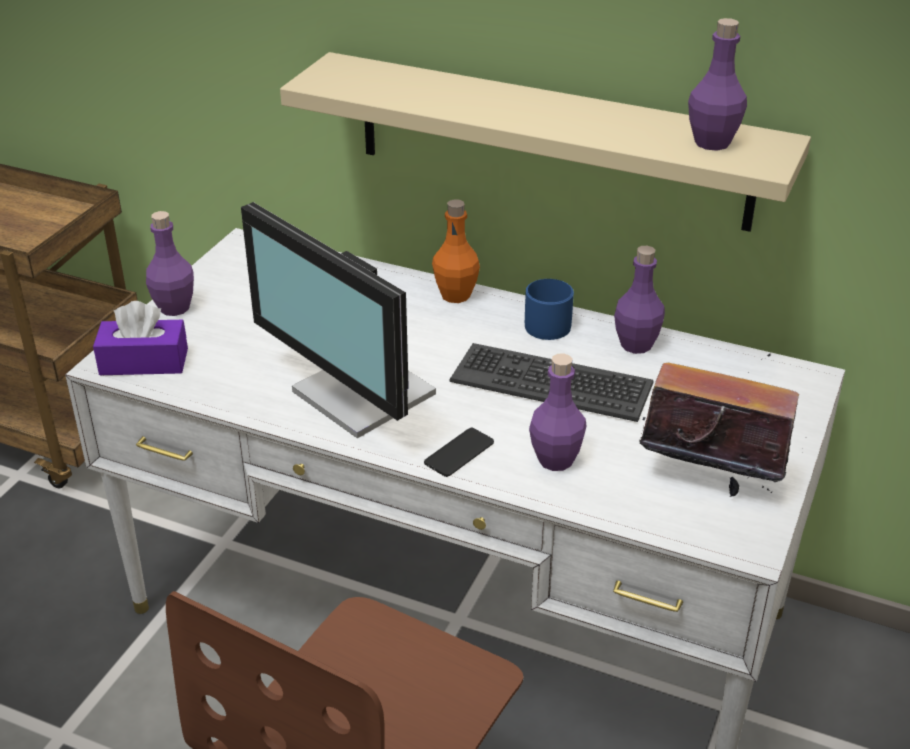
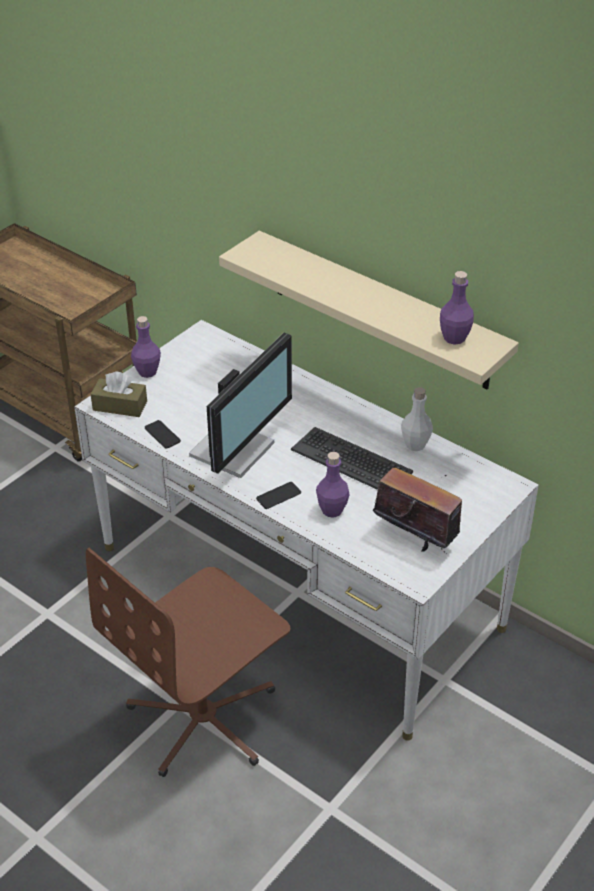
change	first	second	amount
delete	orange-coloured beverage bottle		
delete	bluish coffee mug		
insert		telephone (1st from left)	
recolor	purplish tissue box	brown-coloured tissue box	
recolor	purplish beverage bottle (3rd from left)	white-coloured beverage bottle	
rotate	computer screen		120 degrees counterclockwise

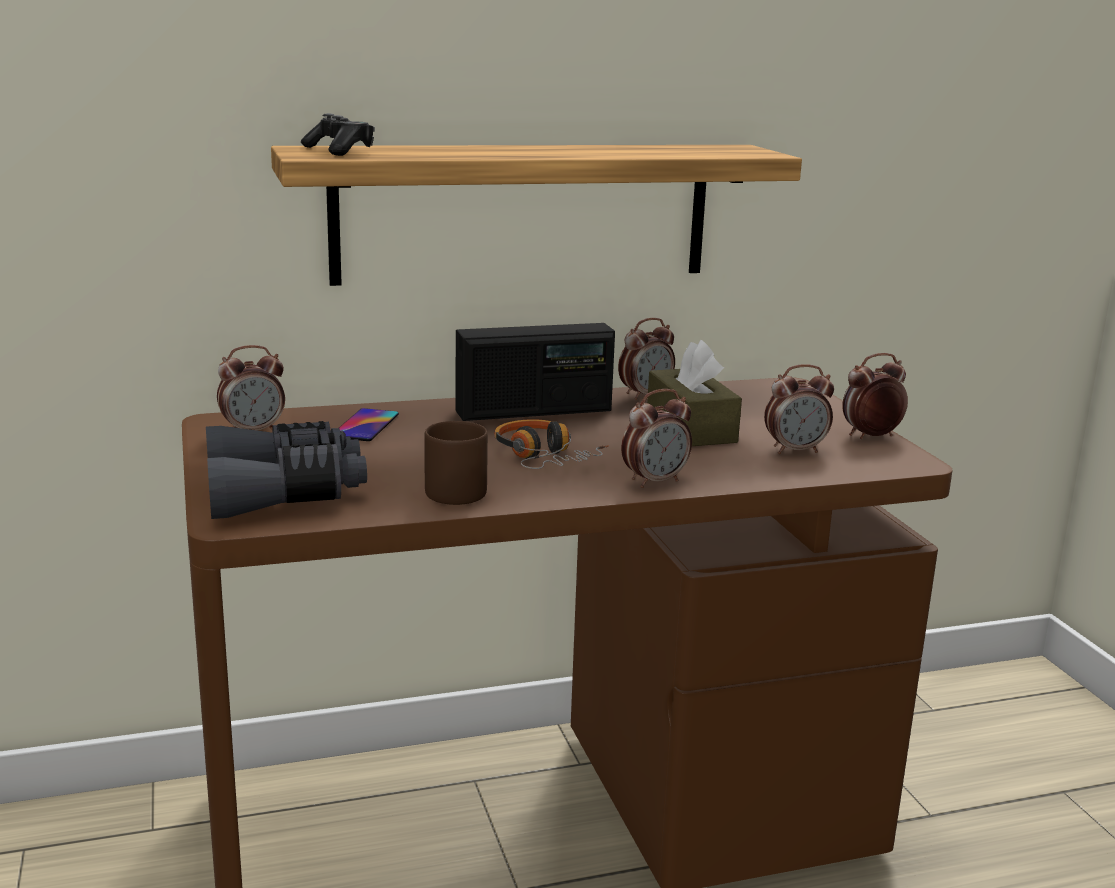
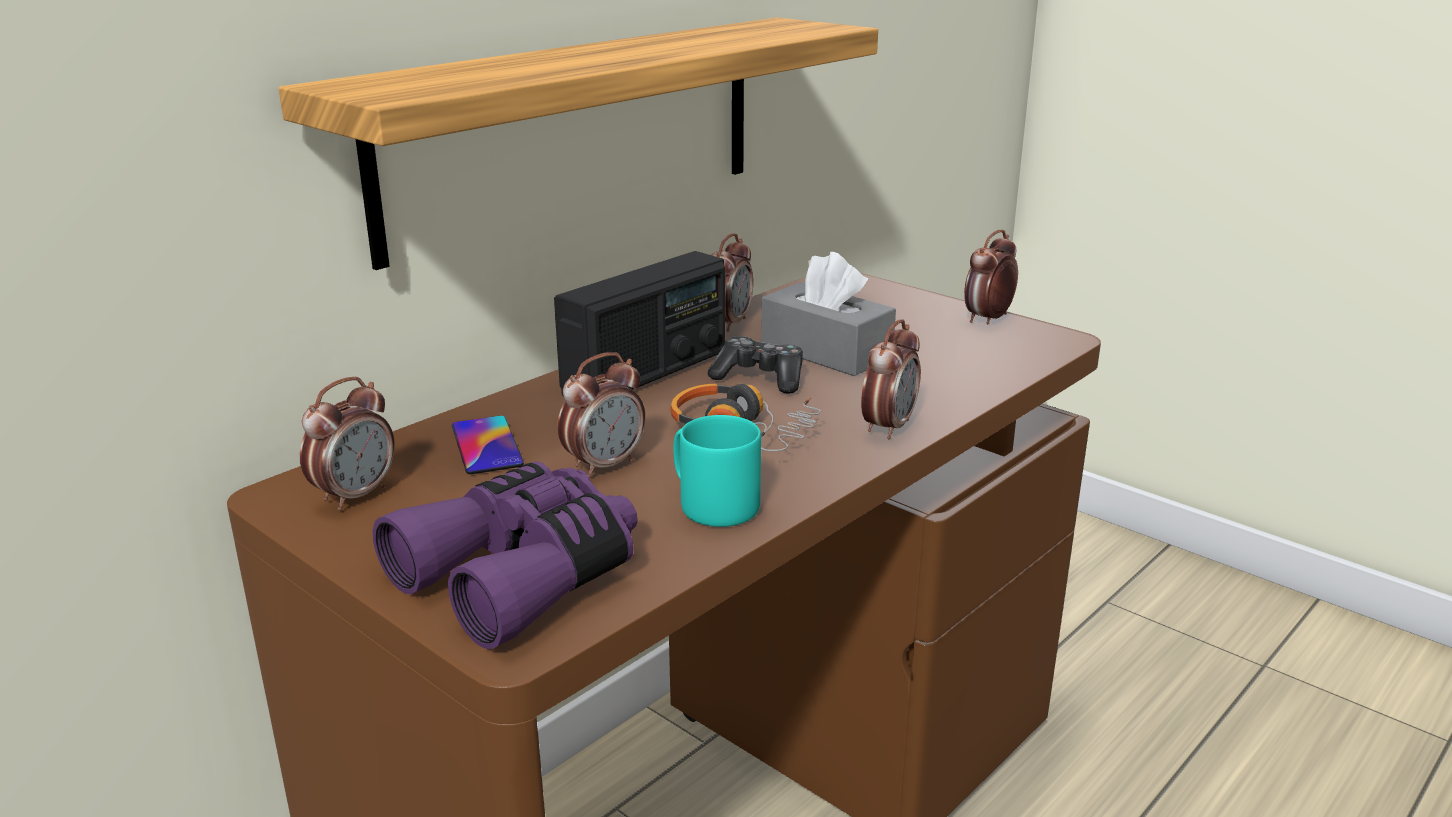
change	first	second	amount
move	gamepad		
move	table clock (4th from left in the first image)	table clock (2nd from left)	
recolor	grey pair of binoculars	purplish pair of binoculars	
recolor	brown-coloured coffee mug	turquoise-coloured coffee mug	
recolor	brown-coloured tissue box	grey tissue box	

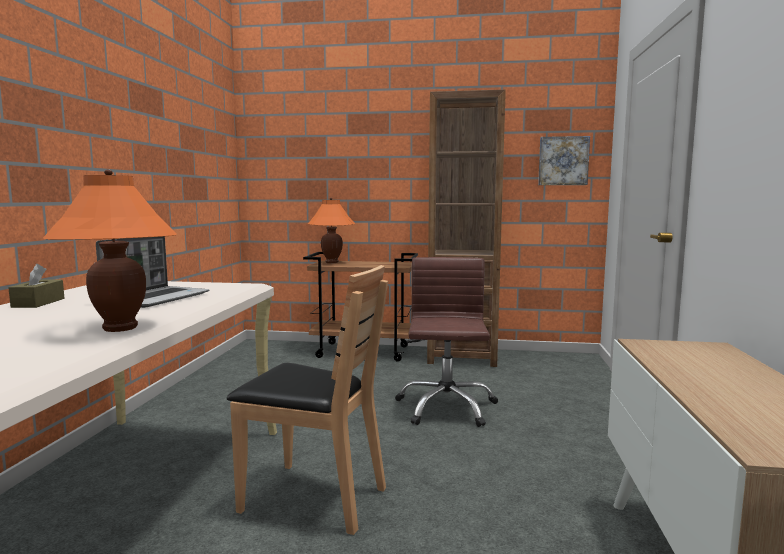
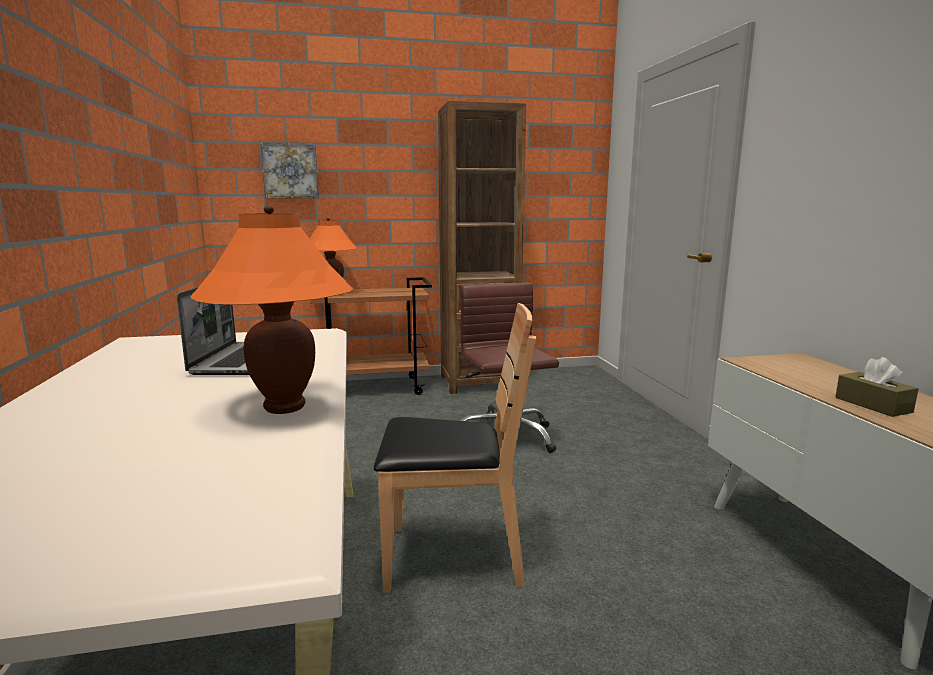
change	first	second	amount
move	brown-coloured tissue box		
move	wall picture		

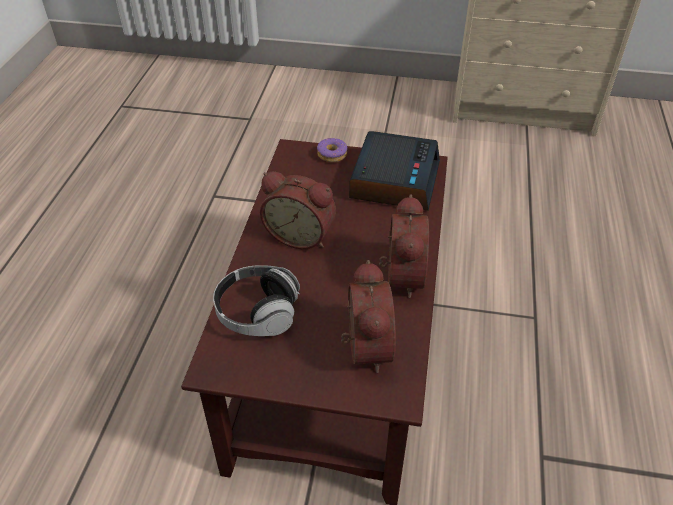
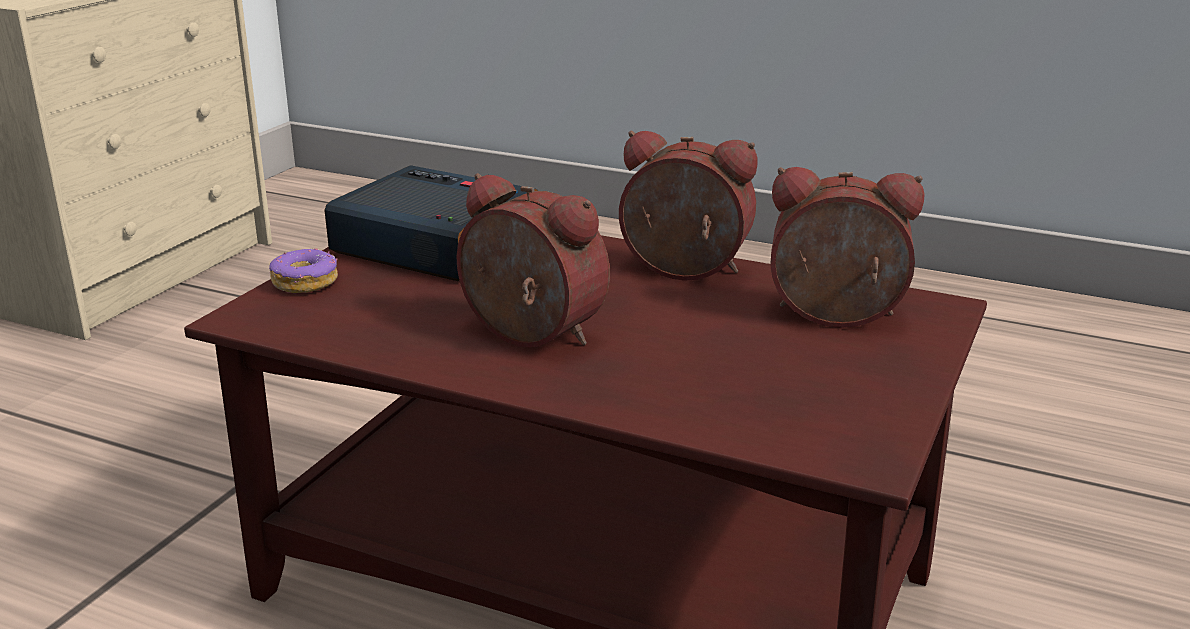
change	first	second	amount
delete	pair of headphones		
rotate	table clock (1st from left in the first image)	table clock (2nd from left)	90 degrees counterclockwise

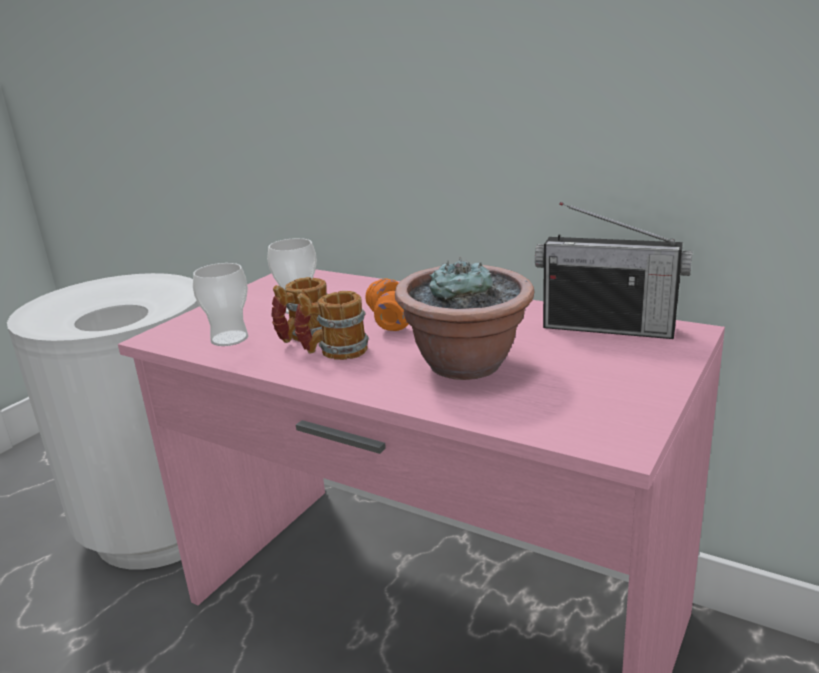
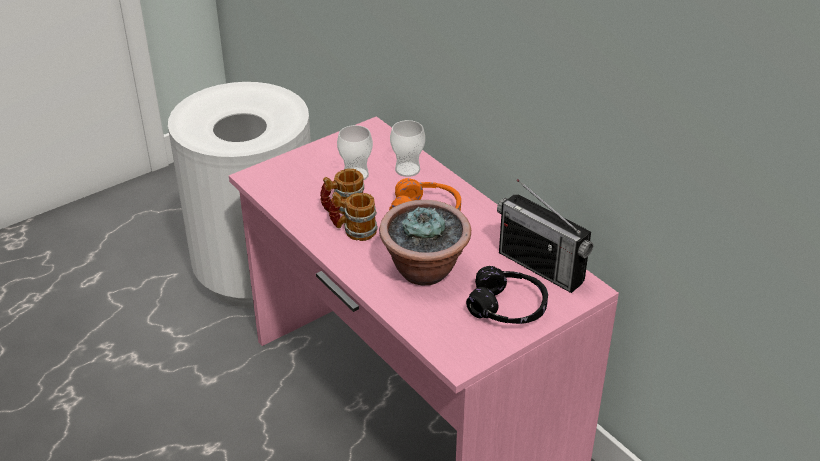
change	first	second	amount
insert		black-coloured pair of headphones	
move	small cup (1st from left in the first image)	small cup (2nd from left)	

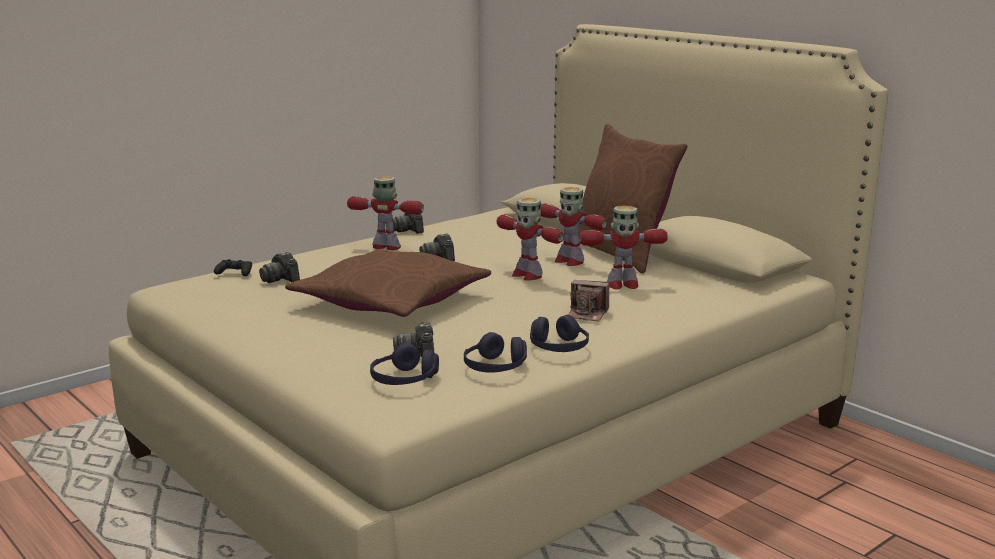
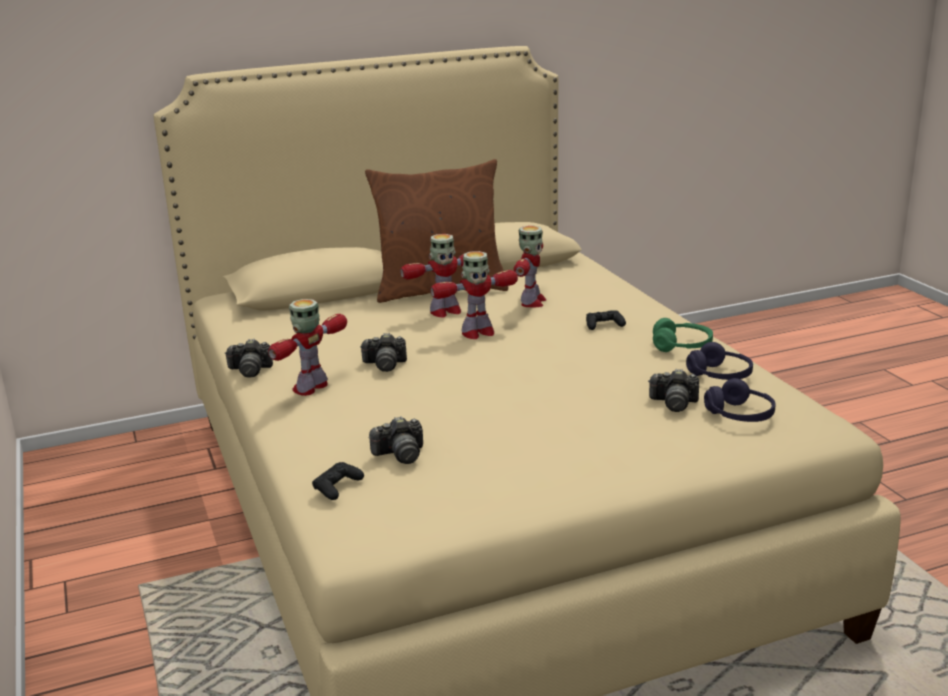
change	first	second	amount
delete	brown-coloured cushion (1st from left)		
replace	photo camera (5th from left)	black-coloured gamepad (2nd from left)	
recolor	purplish pair of headphones (3rd from left)	greenish pair of headphones	

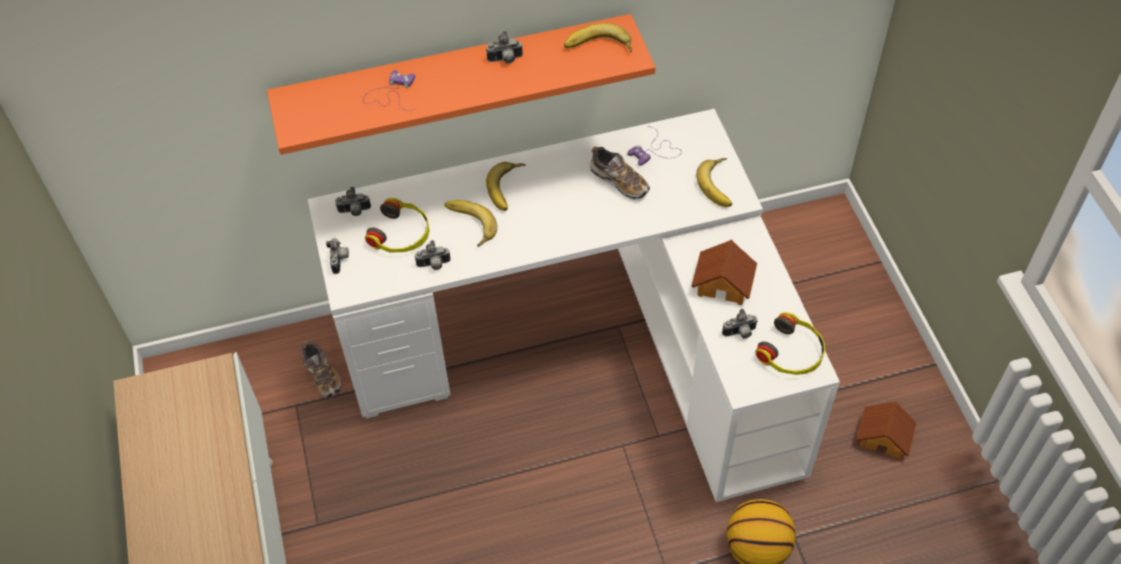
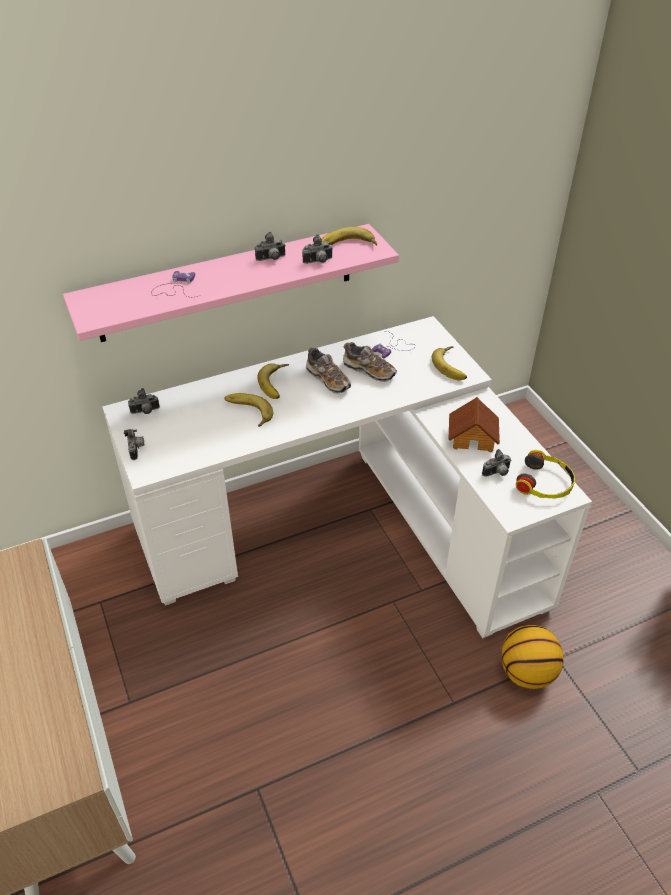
change	first	second	amount
delete	pair of headphones (1st from left)		
delete	toy house (2nd from left)		
move	shoe (1st from left)		
move	photo camera (3rd from left in the first image)	photo camera (4th from left)	
recolor	orange-coloured bracket shelf	pink bracket shelf	

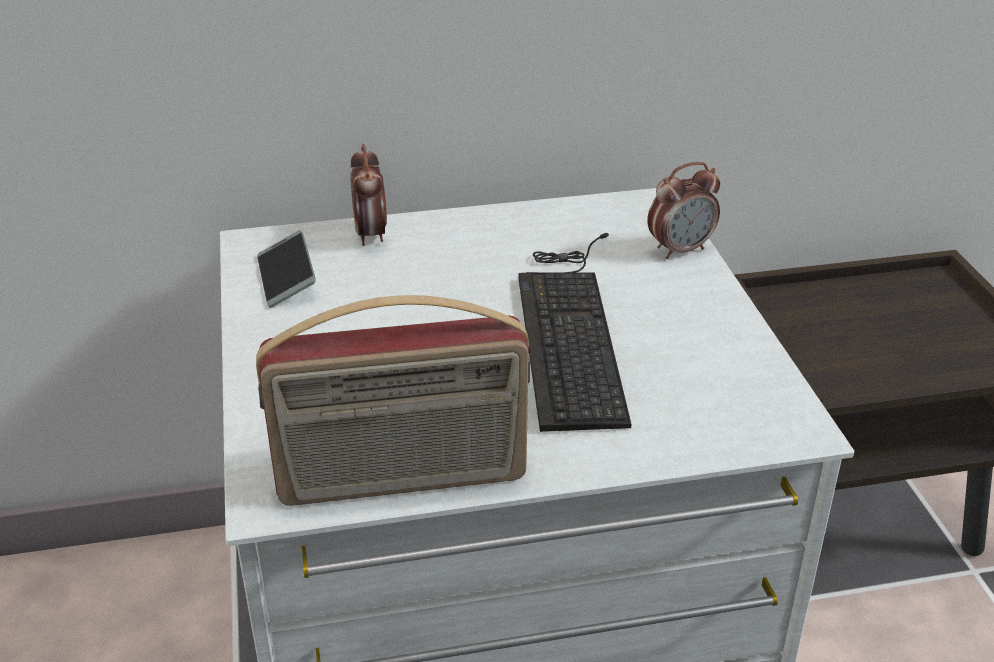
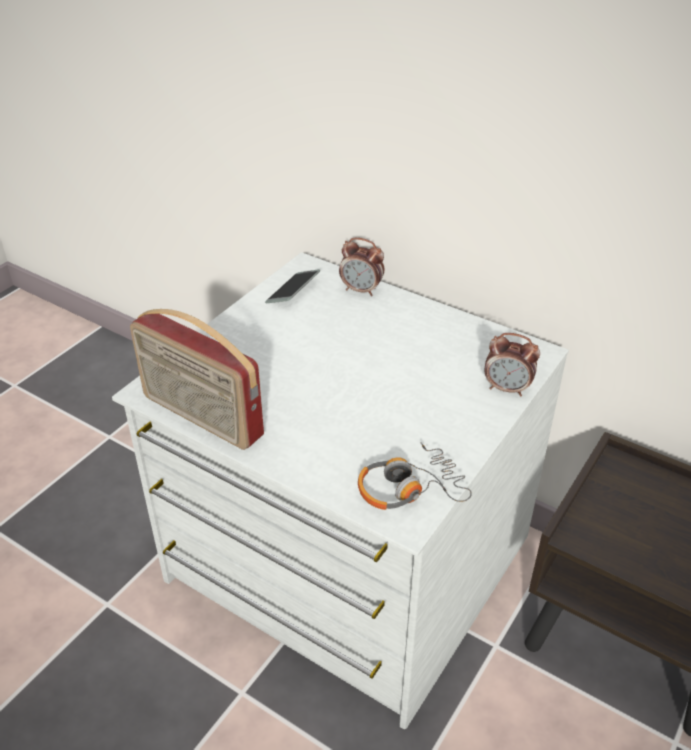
change	first	second	amount
delete	PC keyboard		
insert		pair of headphones	
rotate	table clock (1st from left)		105 degrees counterclockwise

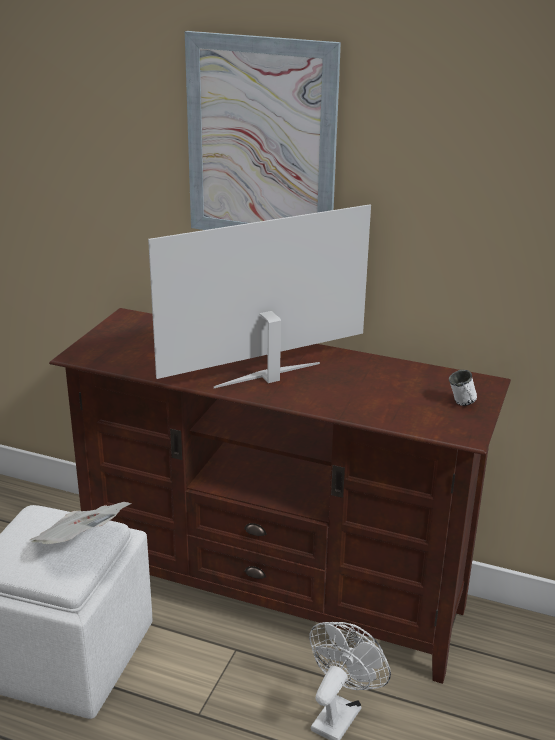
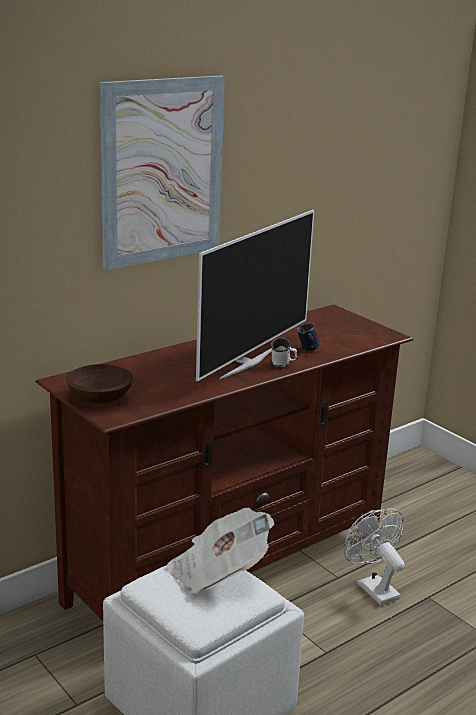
change	first	second	amount
insert		brown-coloured bowl	
insert		bluish coffee mug	
move	white-coloured coffee mug		
rotate	TV set		150 degrees counterclockwise

